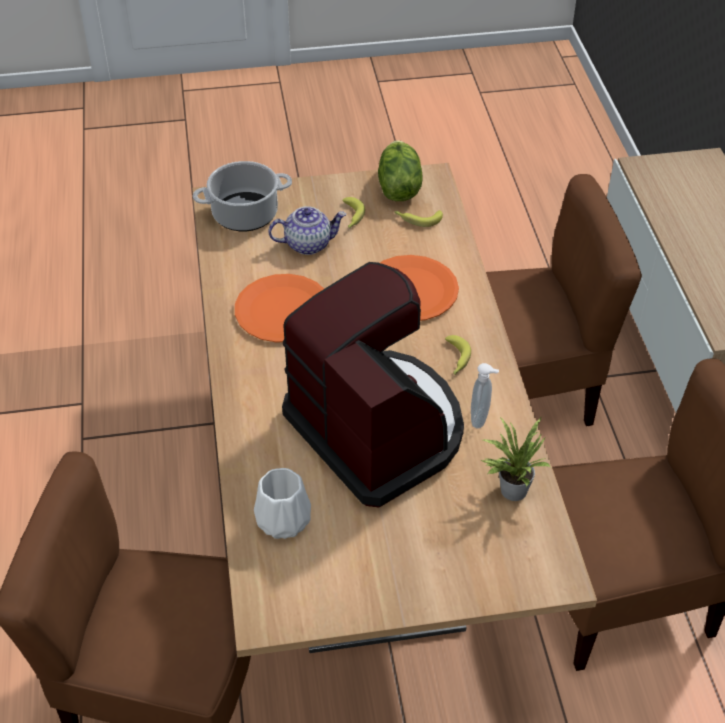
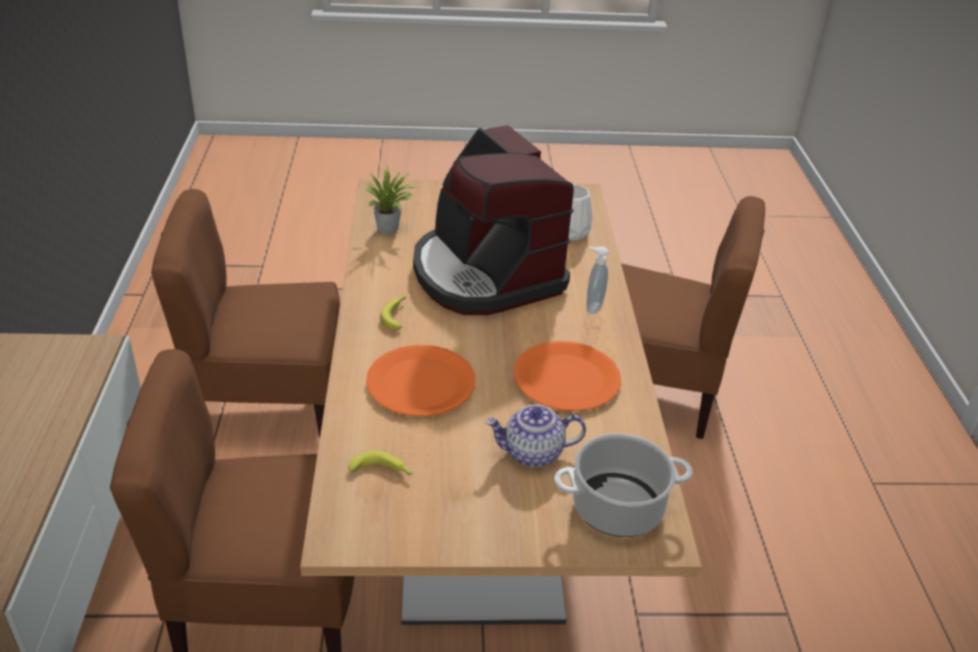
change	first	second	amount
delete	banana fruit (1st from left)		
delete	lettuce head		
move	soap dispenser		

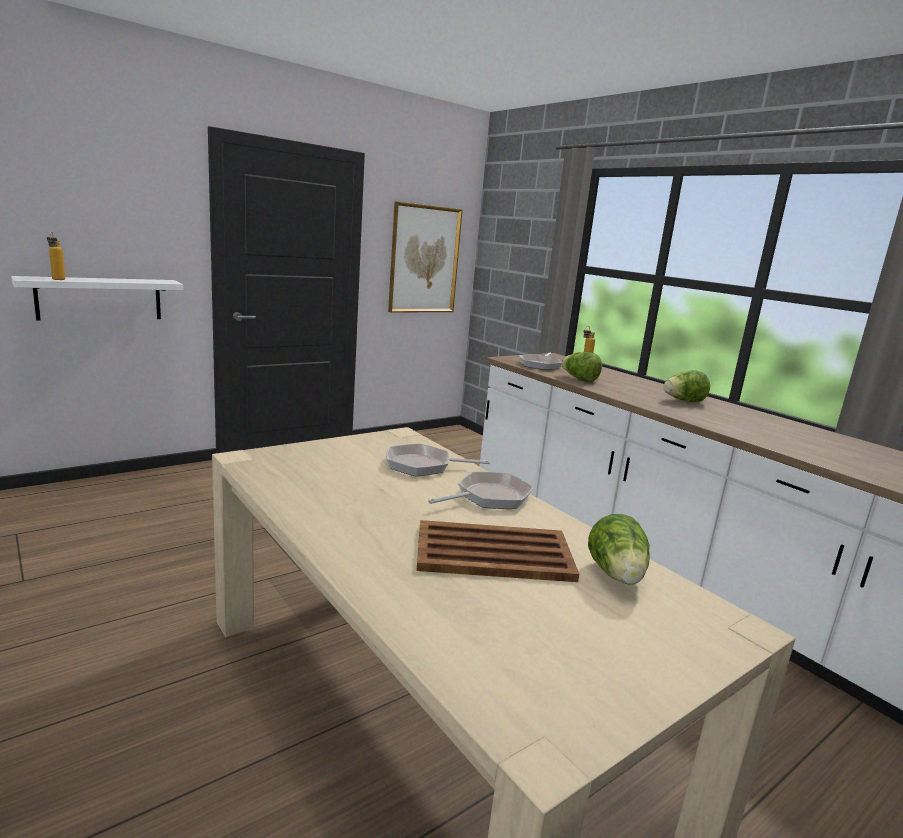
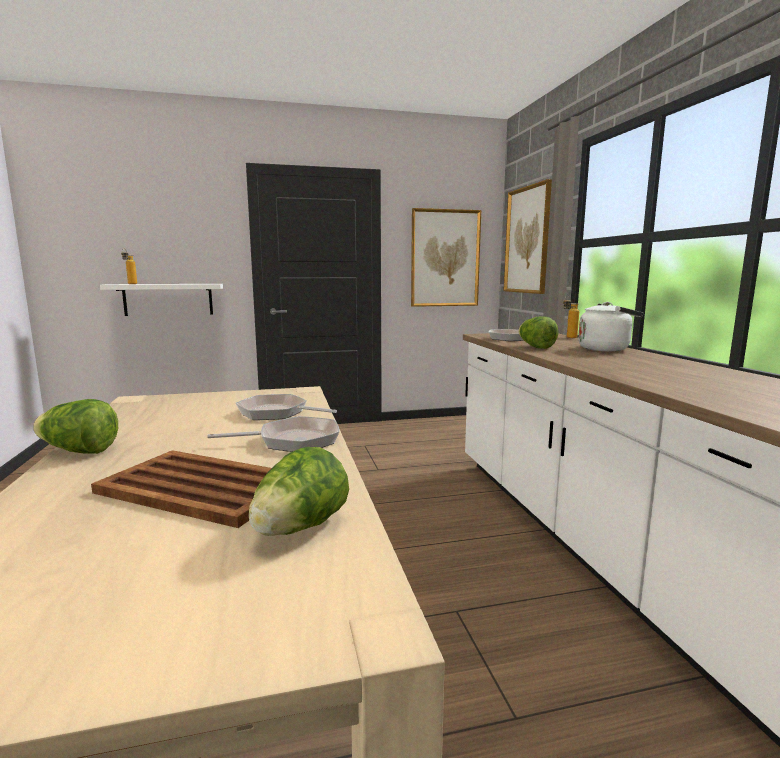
change	first	second	amount
insert		wall picture (2nd from left)	
insert		white-coloured tea kettle	
move	lettuce head (3rd from left in the first image)	lettuce head (1st from left)	

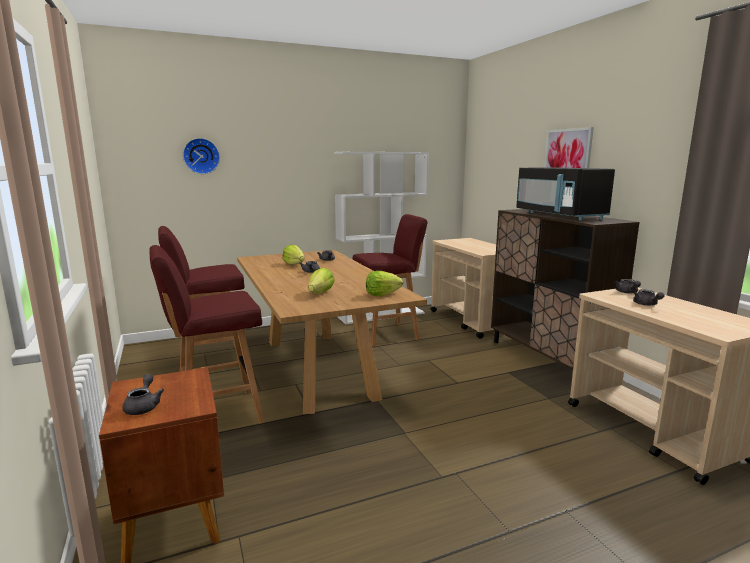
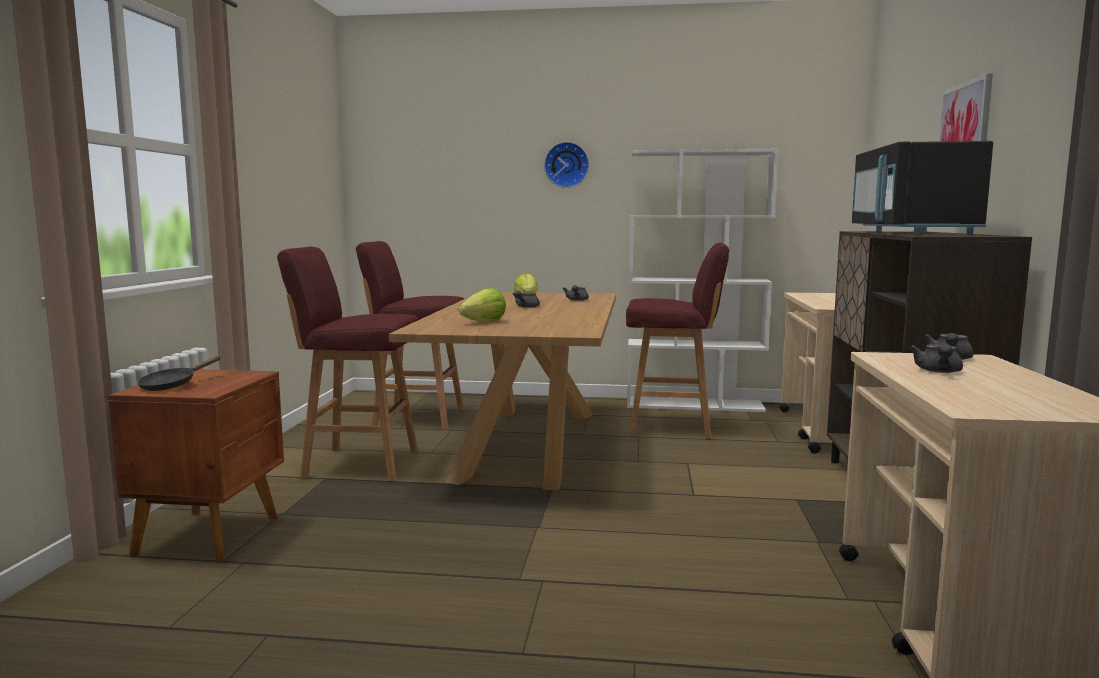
change	first	second	amount
delete	lettuce head (3rd from left)		
move	clock on the wall		
replace	grey teapot (1st from left)	black-coloured skillet	

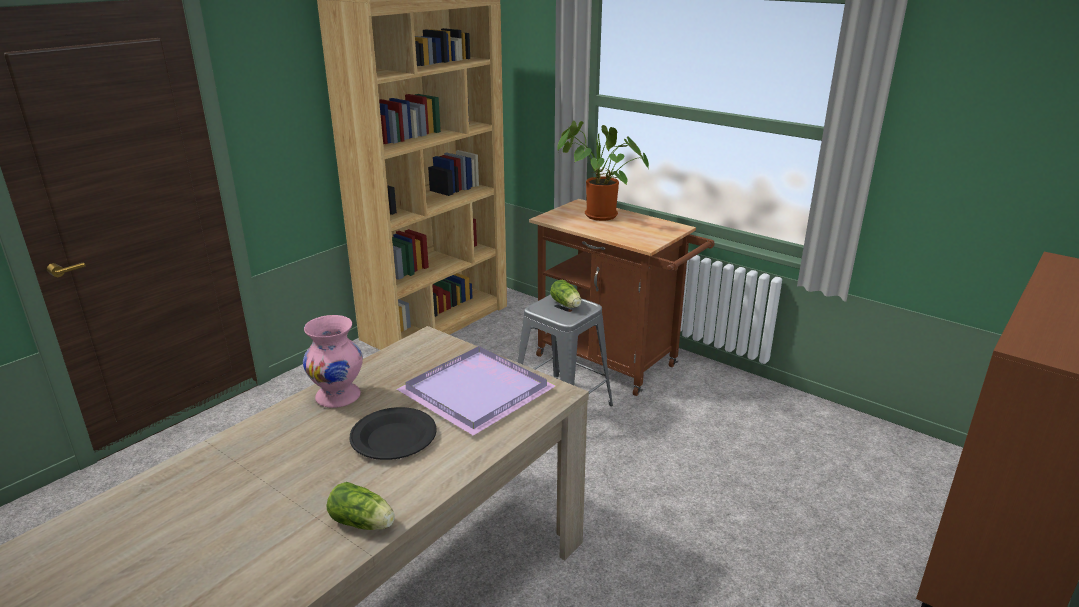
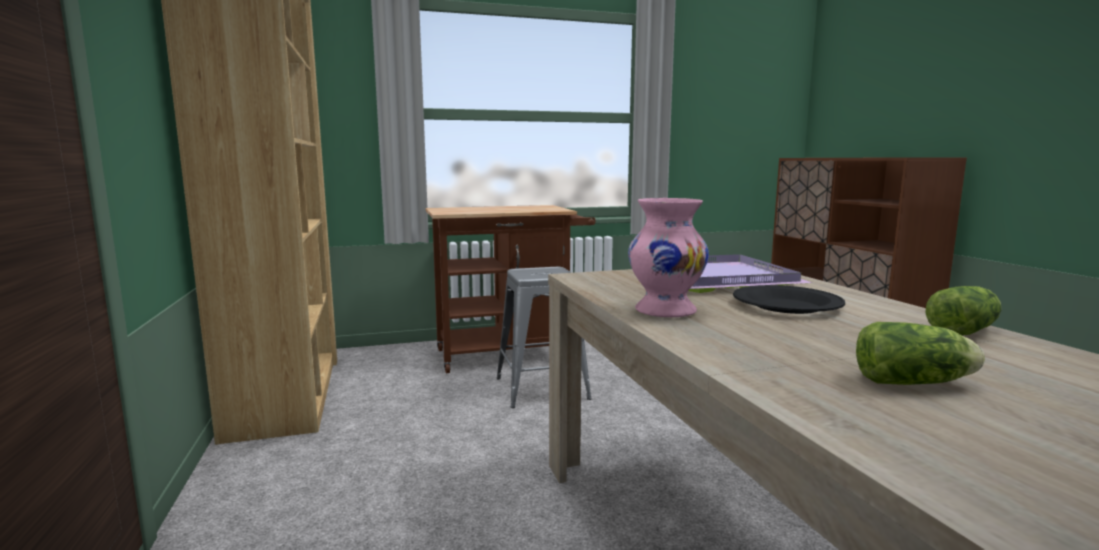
change	first	second	amount
delete	potted plant		
move	lettuce head (2nd from left in the first image)	lettuce head (1st from left)	

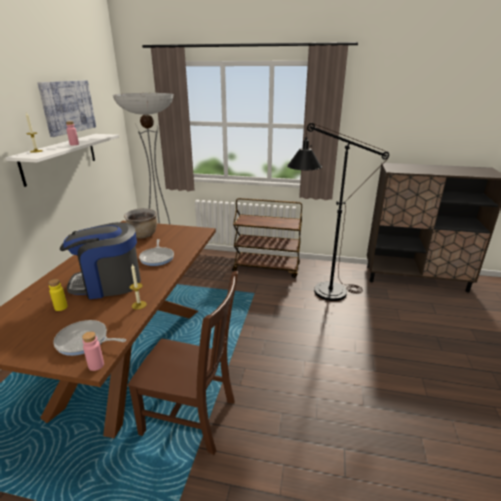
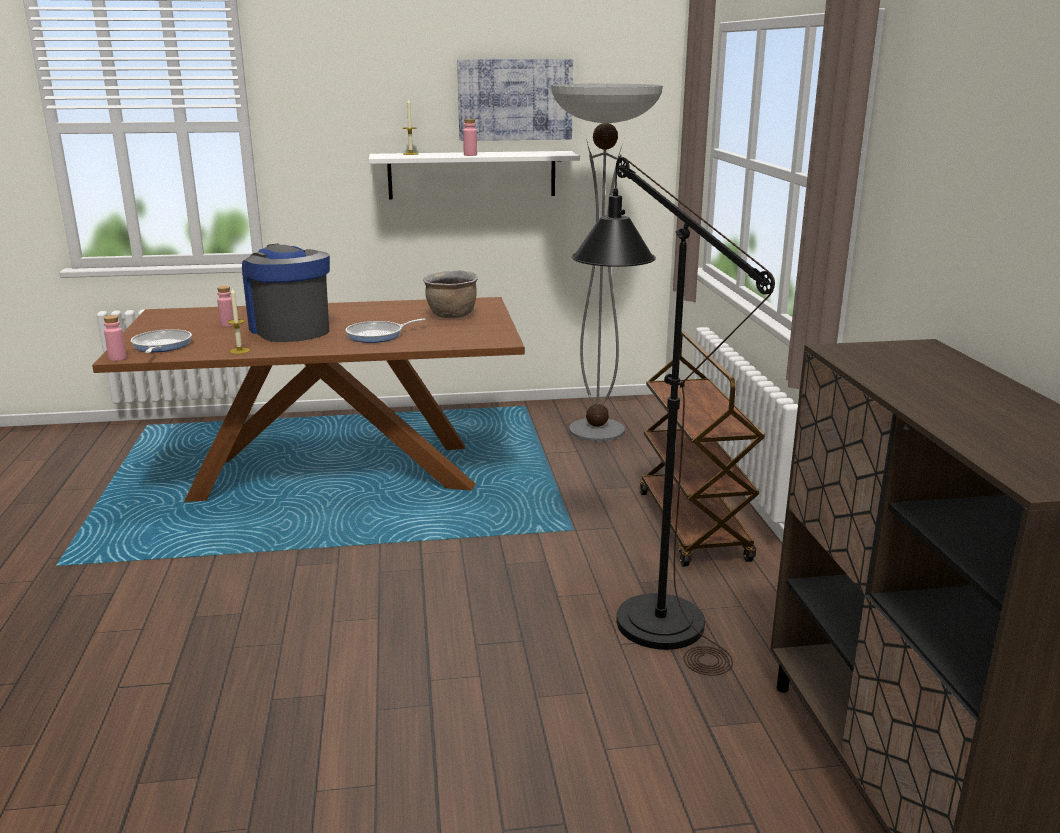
change	first	second	amount
delete	brown-coloured plain chair		
recolor	yellow beverage bottle	pink beverage bottle (2nd from left)	

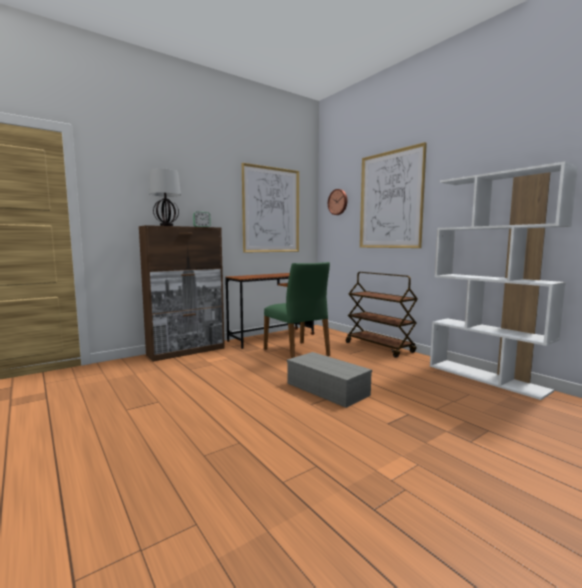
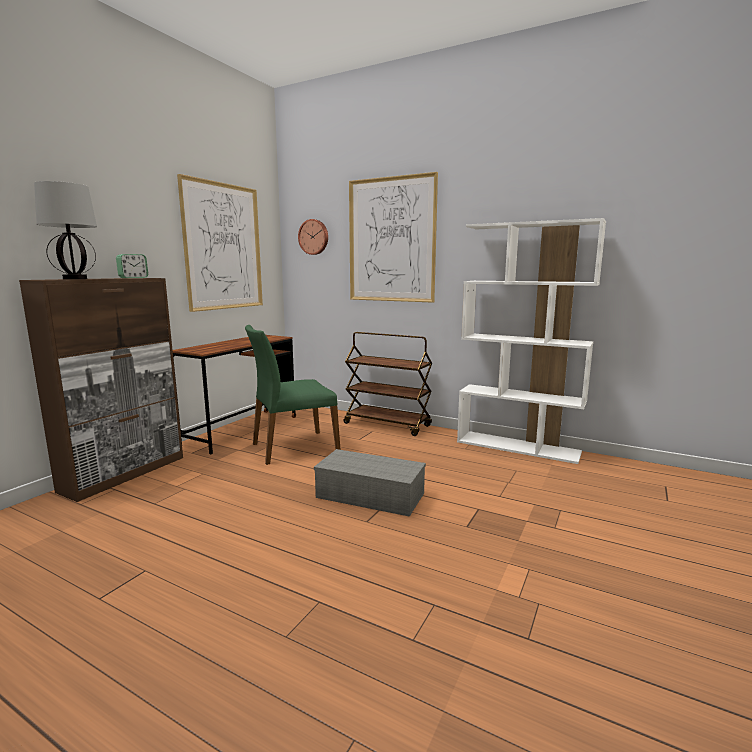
change	first	second	amount
rotate	greenish plain chair		120 degrees clockwise

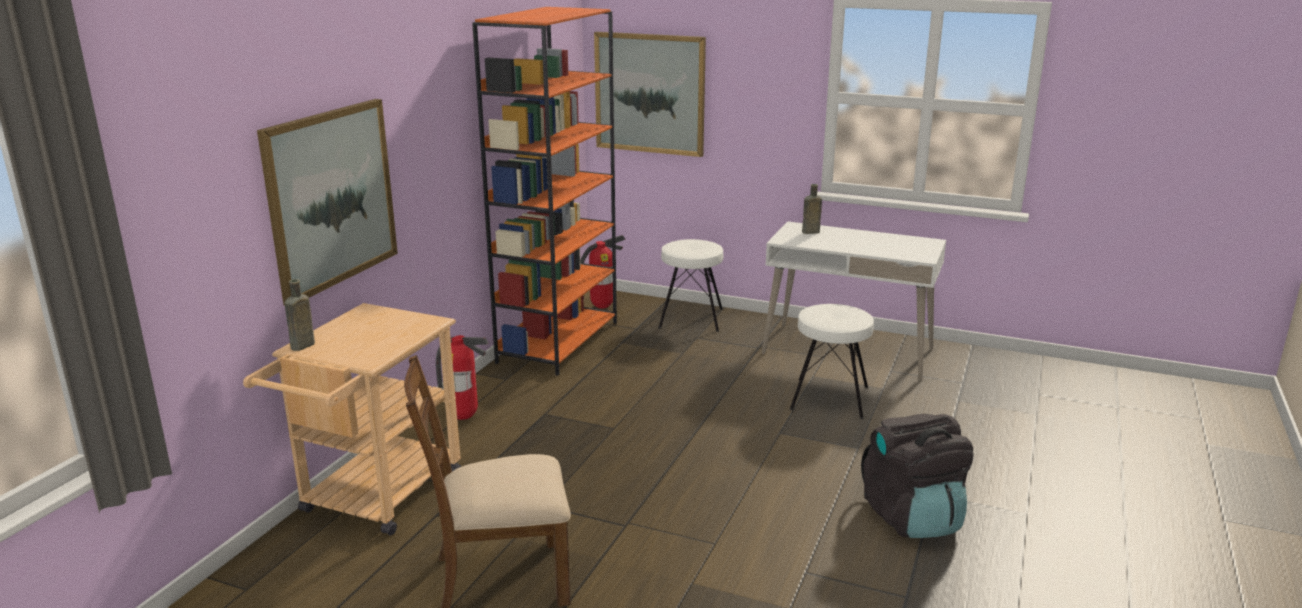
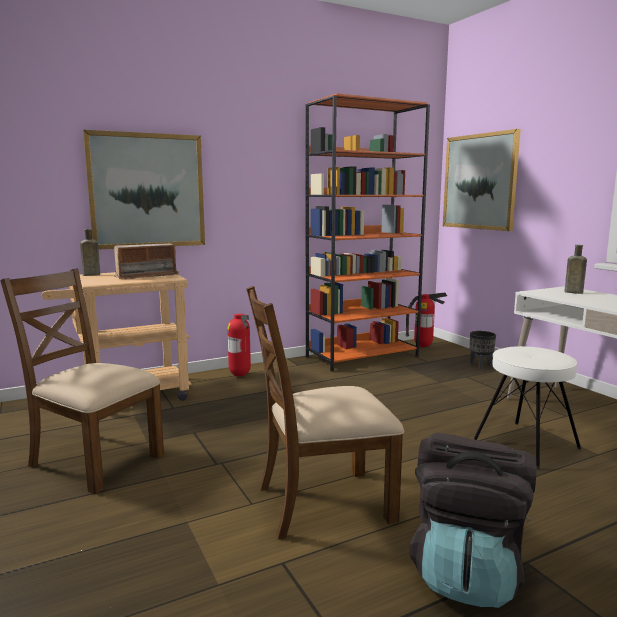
change	first	second	amount
insert		radio	
insert		brown-coloured plain chair (2nd from left)	
replace	white-coloured stool seat (1st from left)	black-coloured flower pot	

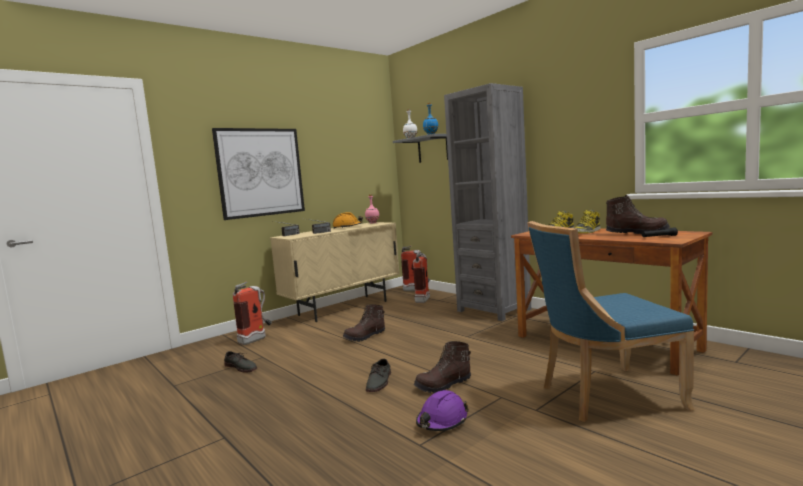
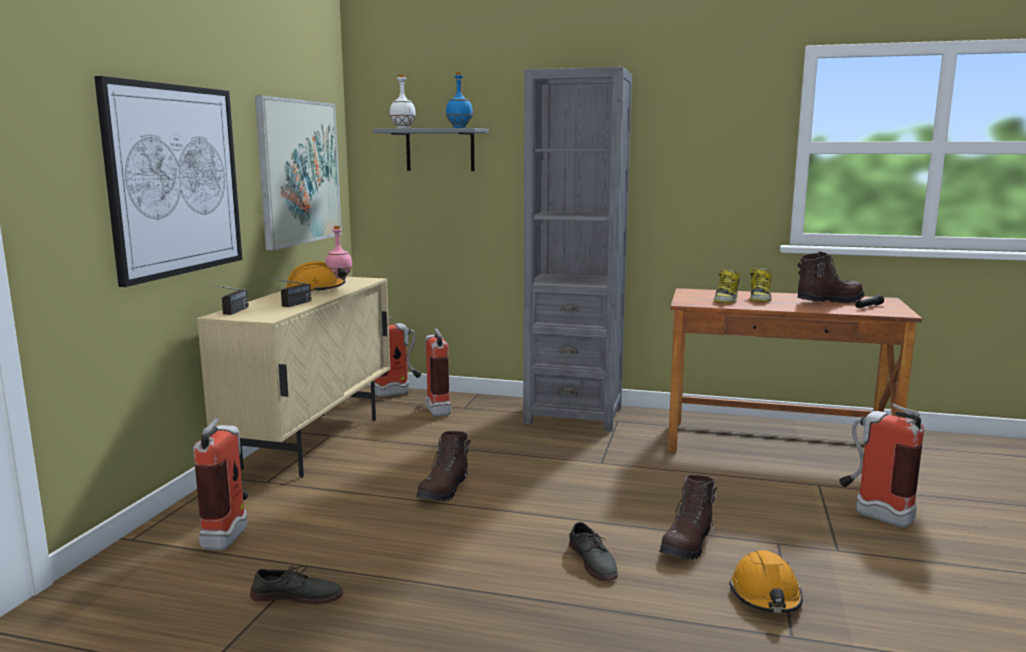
change	first	second	amount
insert		wall picture (2nd from left)	
replace	bluish plain chair	extinguisher (4th from left)	
recolor	purplish safety helmet	orange-coloured safety helmet (2nd from left)	

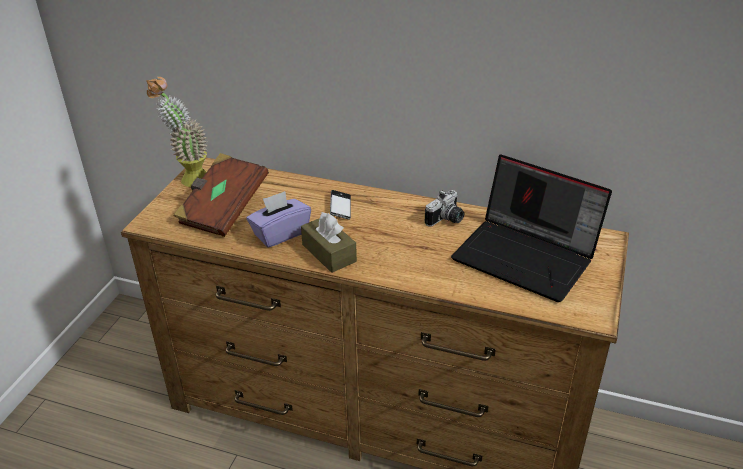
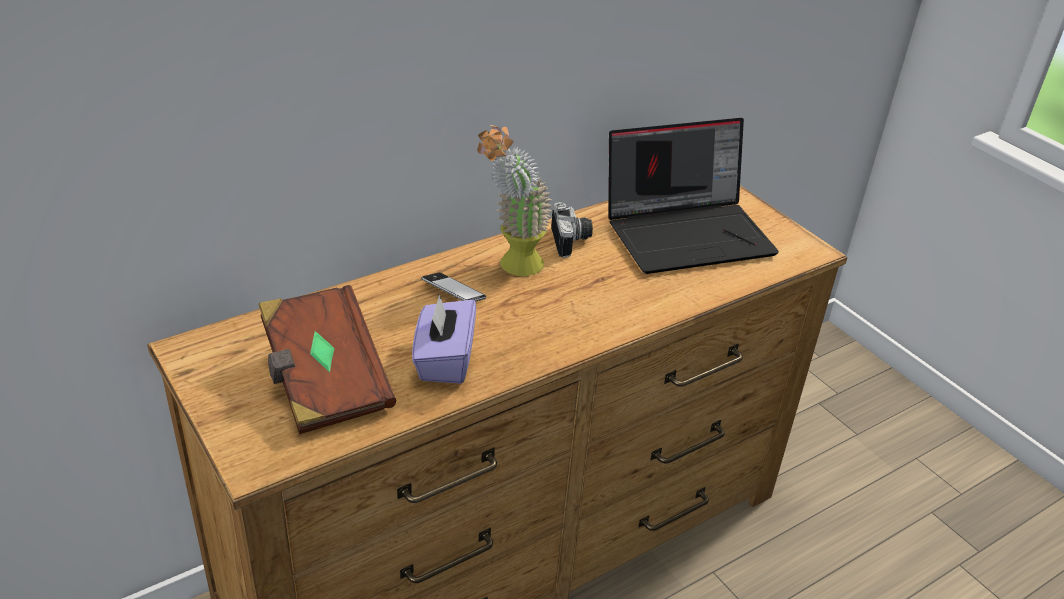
change	first	second	amount
delete	brown-coloured tissue box		
move	potted plant		

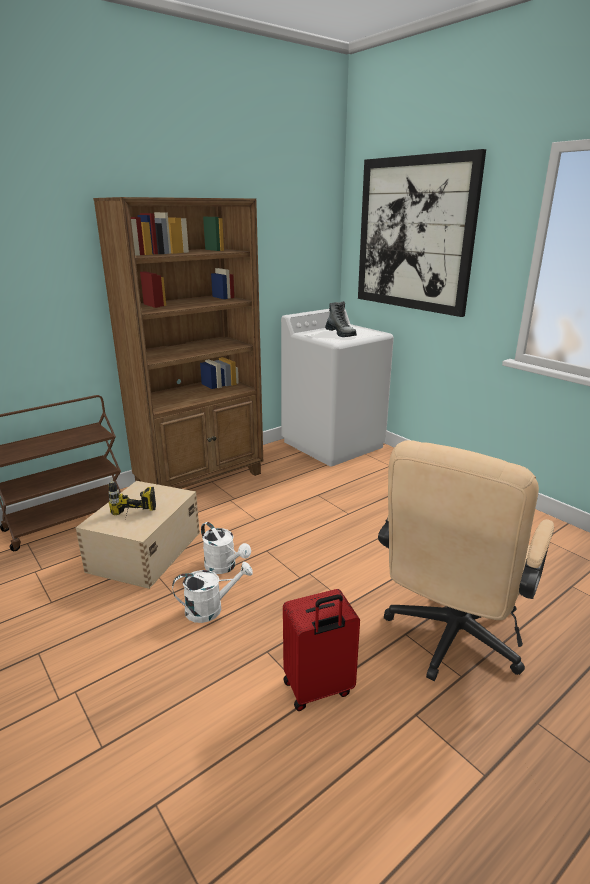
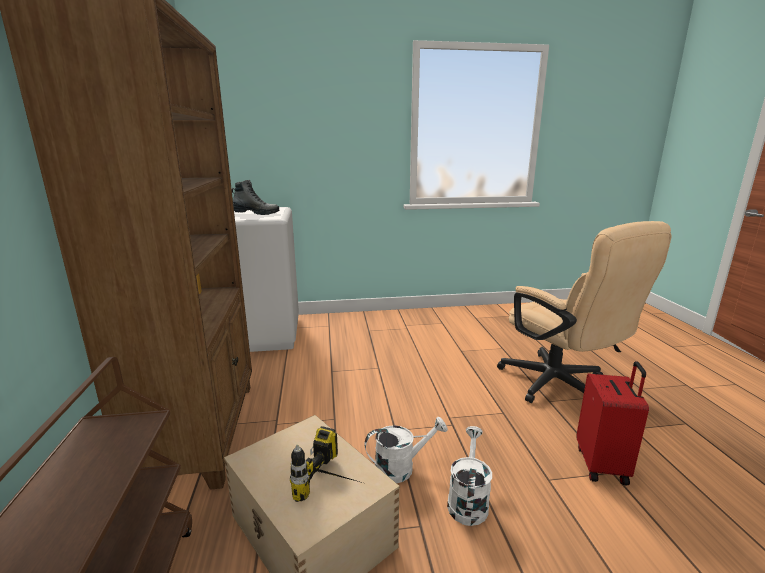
change	first	second	amount
delete	wall picture		

